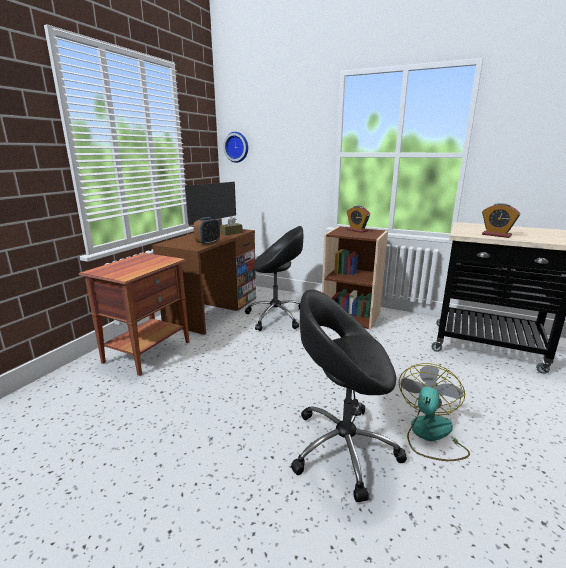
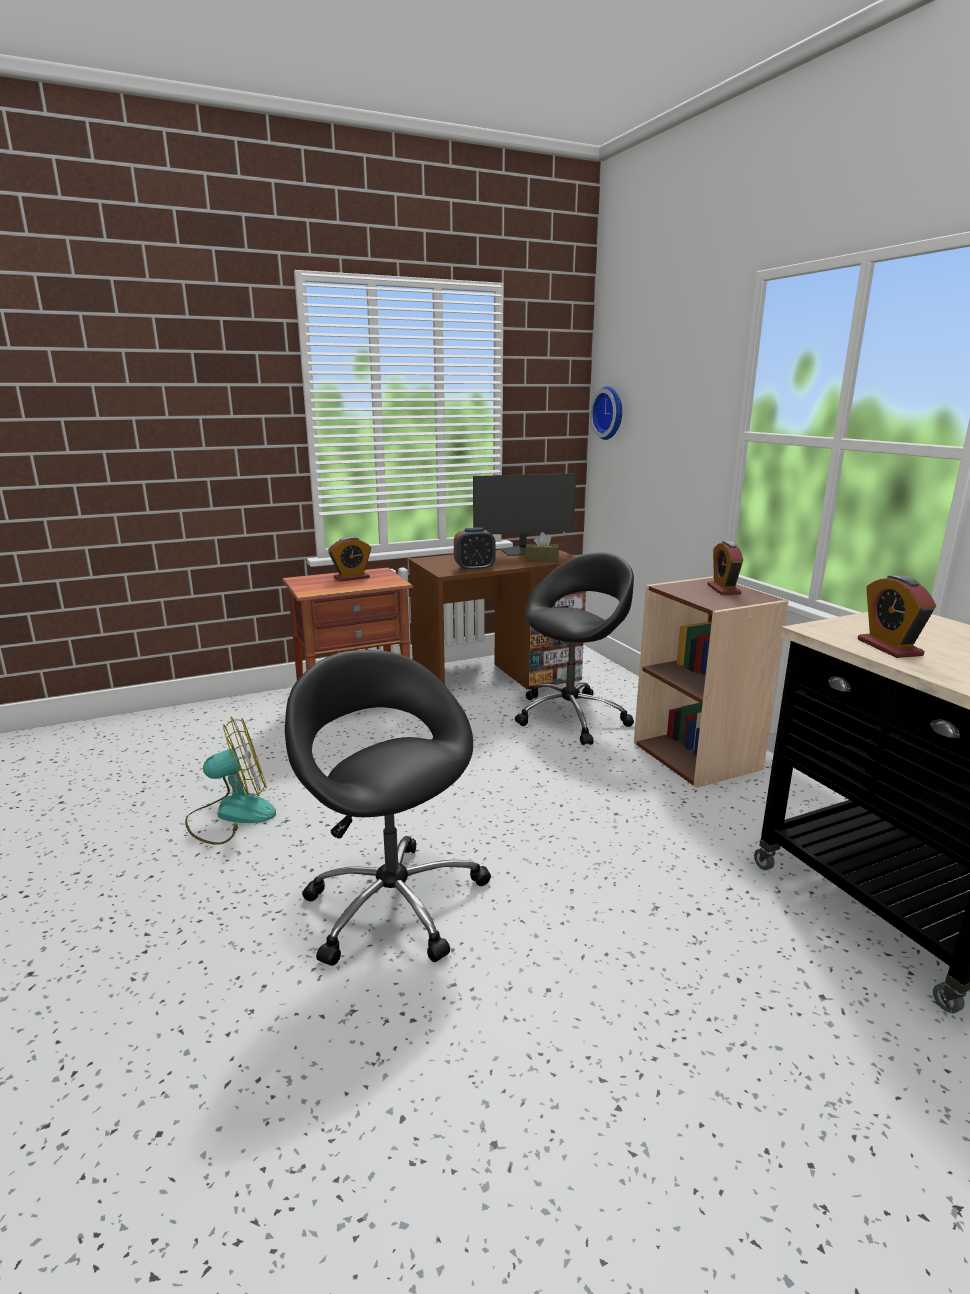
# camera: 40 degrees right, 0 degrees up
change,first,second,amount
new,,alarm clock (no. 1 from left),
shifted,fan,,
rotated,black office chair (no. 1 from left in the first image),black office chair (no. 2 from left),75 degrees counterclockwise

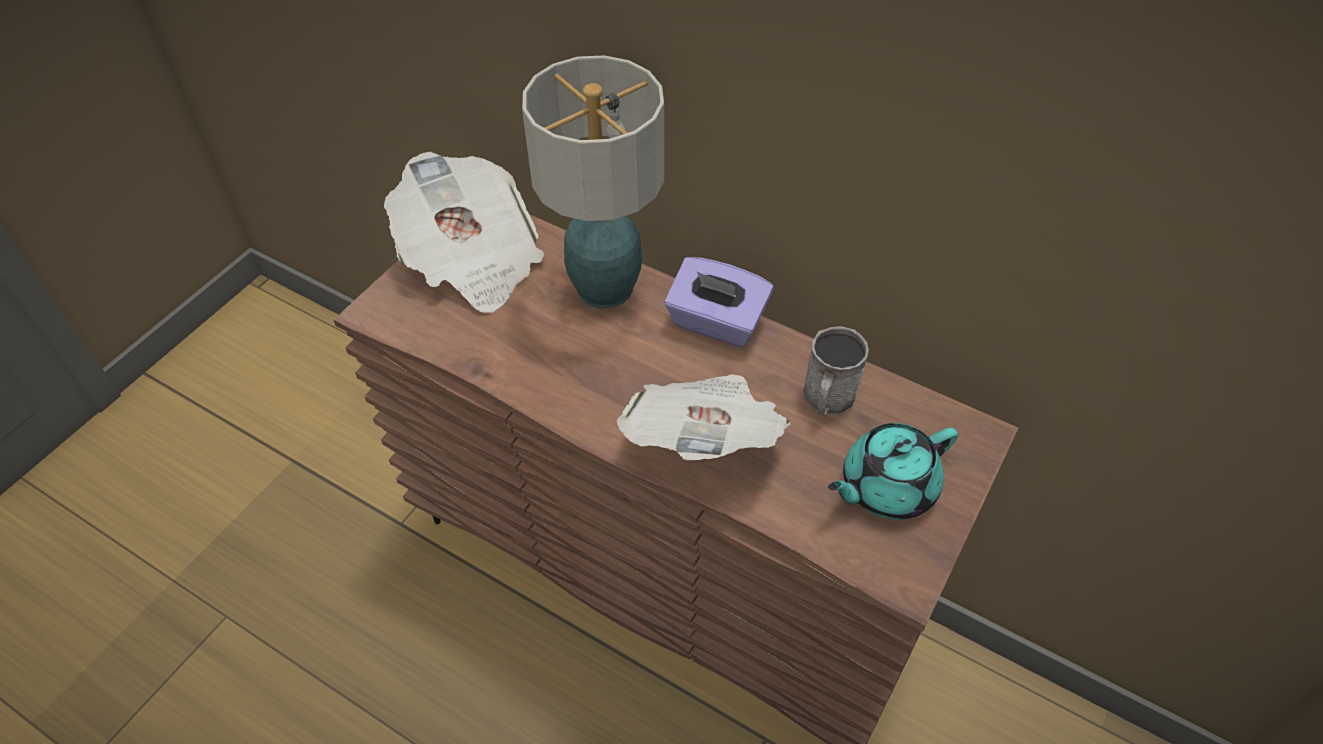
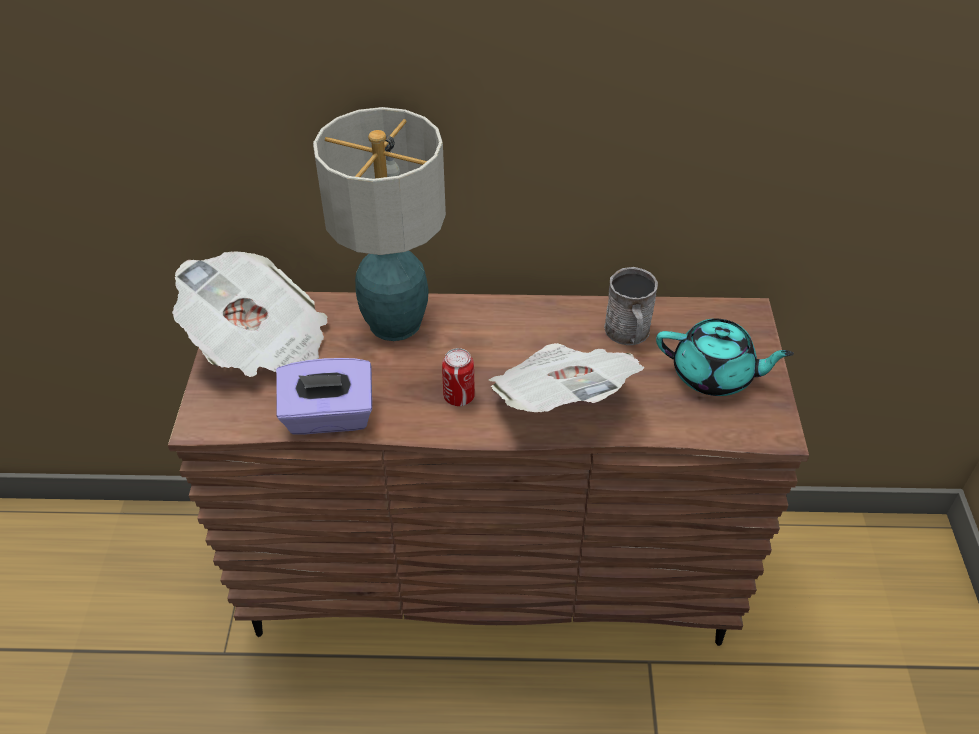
# camera: 30 degrees left, 5 degrees down
change,first,second,amount
new,,can,
shifted,purple tissue box,,
rotated,turquoise teapot,,105 degrees counterclockwise

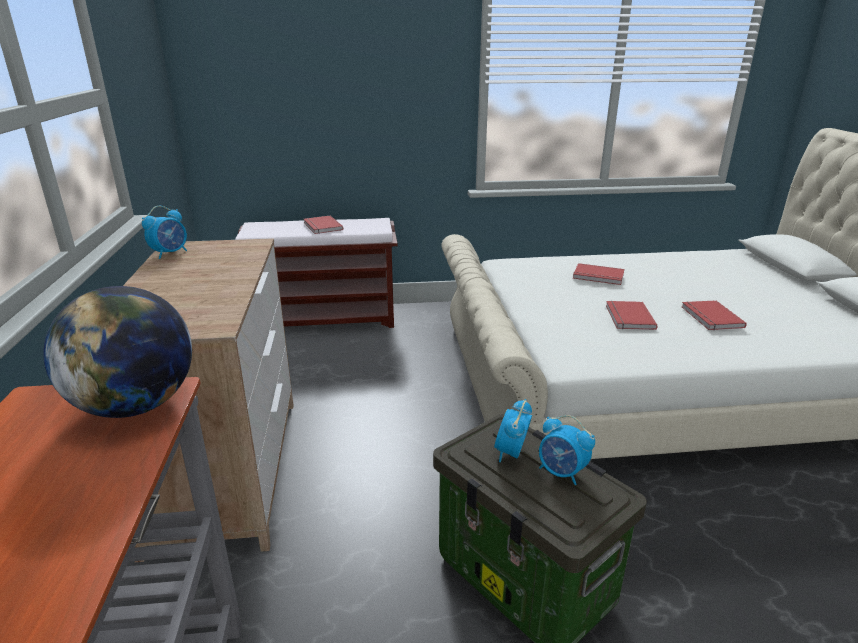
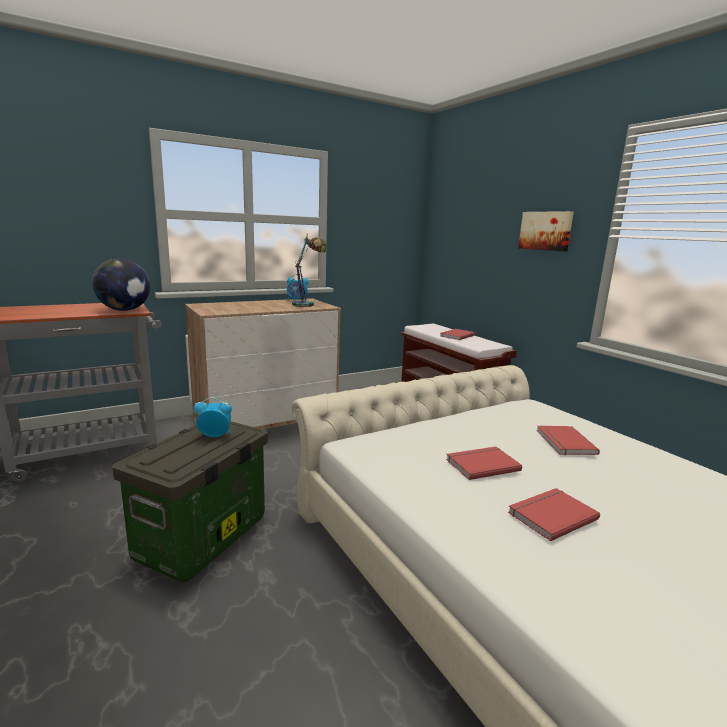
# camera: 65 degrees right, 10 degrees down
change,first,second,amount
gone,alarm clock (no. 3 from left),,
new,,table lamp,
new,,picture,

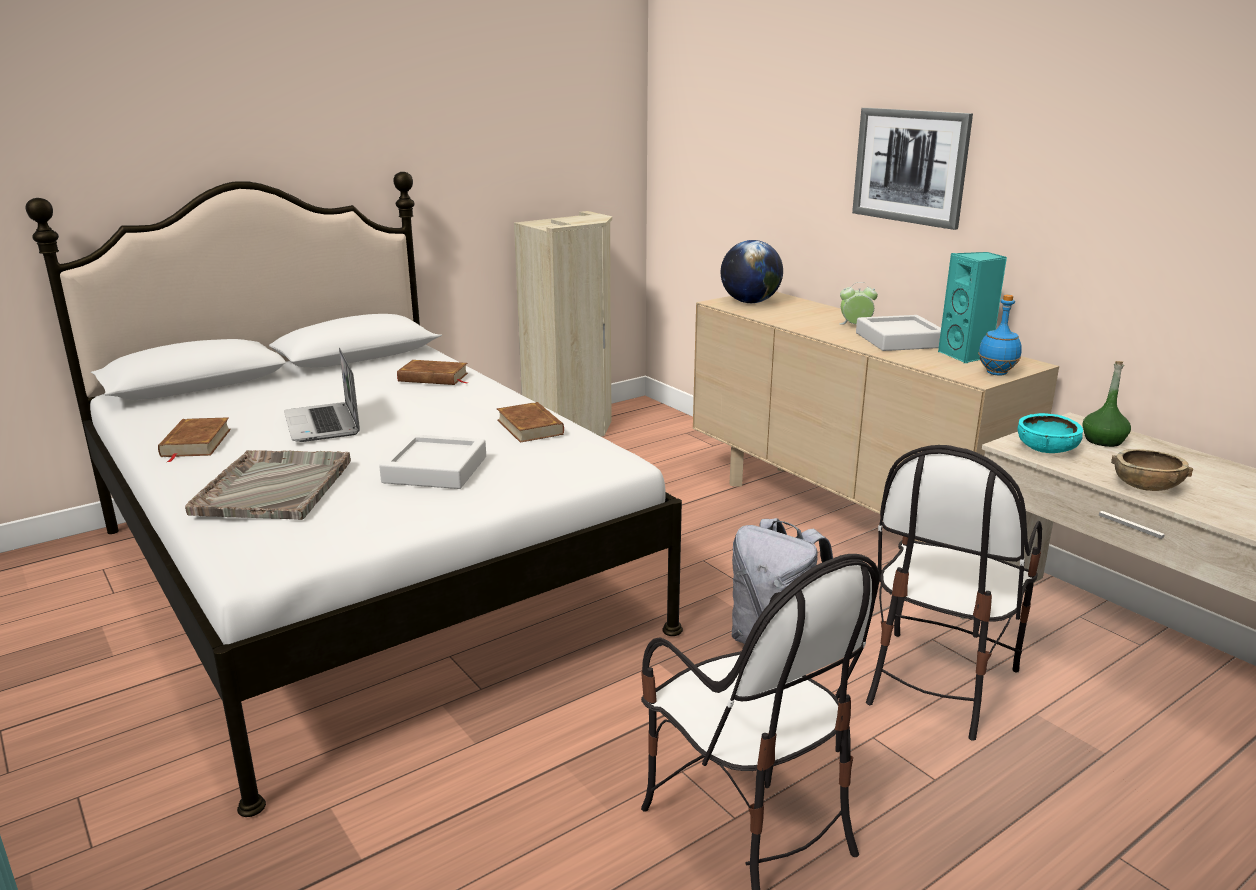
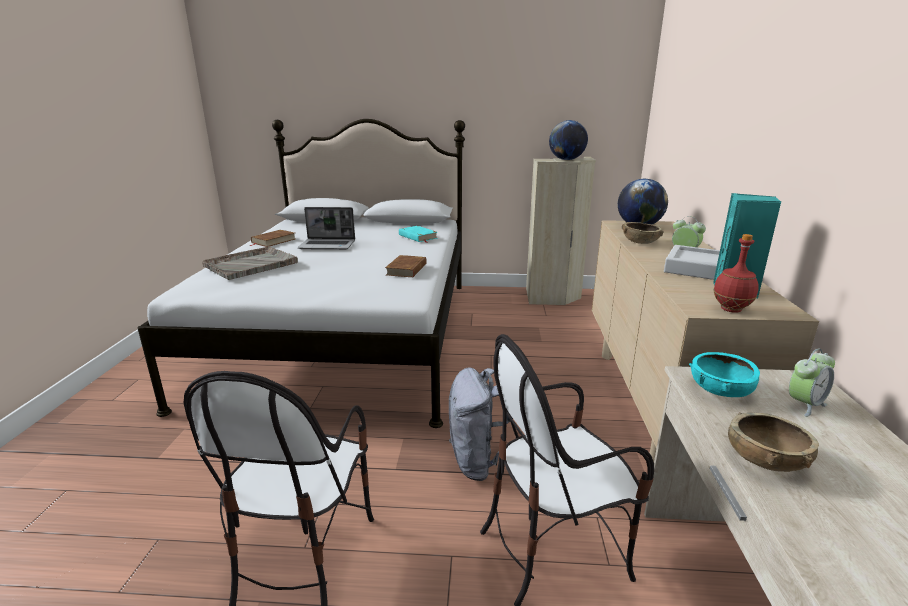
# camera: 40 degrees right, 0 degrees up
change,first,second,amount
gone,grey tray (no. 2 from left),,
gone,picture,,
new,,globe (no. 1 from left),
new,,brown bowl (no. 1 from left),
swapped,green bottle,alarm clock (no. 2 from left),
repainted,brown book (no. 2 from left),turquoise book,
repainted,blue bottle,red bottle,
rotated,laptop,,105 degrees counterclockwise

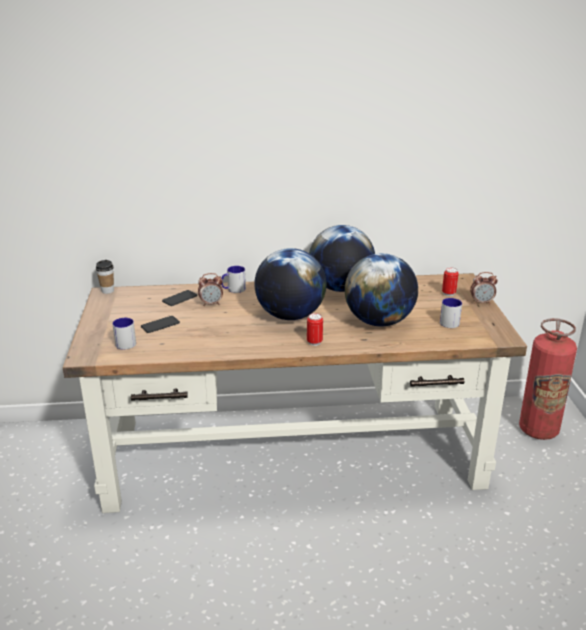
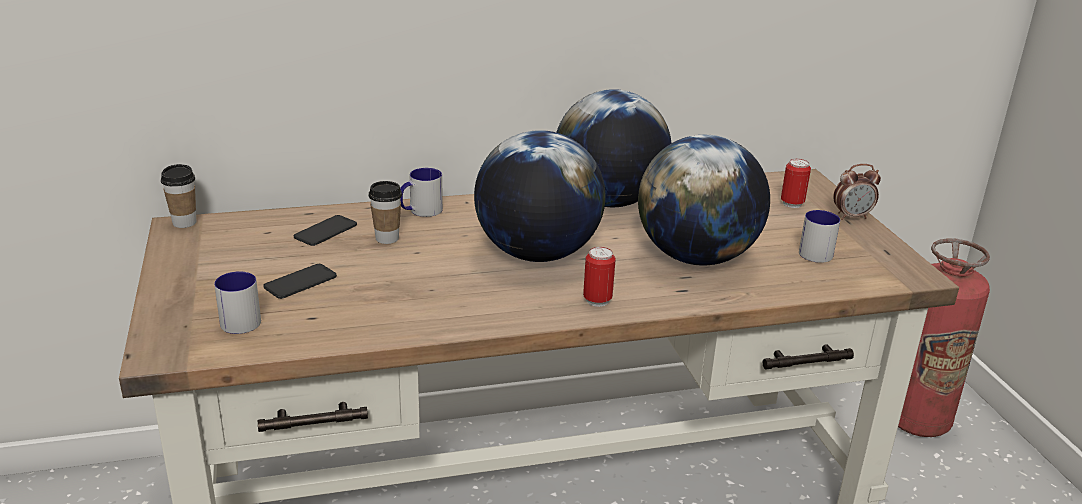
# camera: 10 degrees left, 0 degrees up
change,first,second,amount
swapped,alarm clock (no. 1 from left),cup (no. 2 from left),

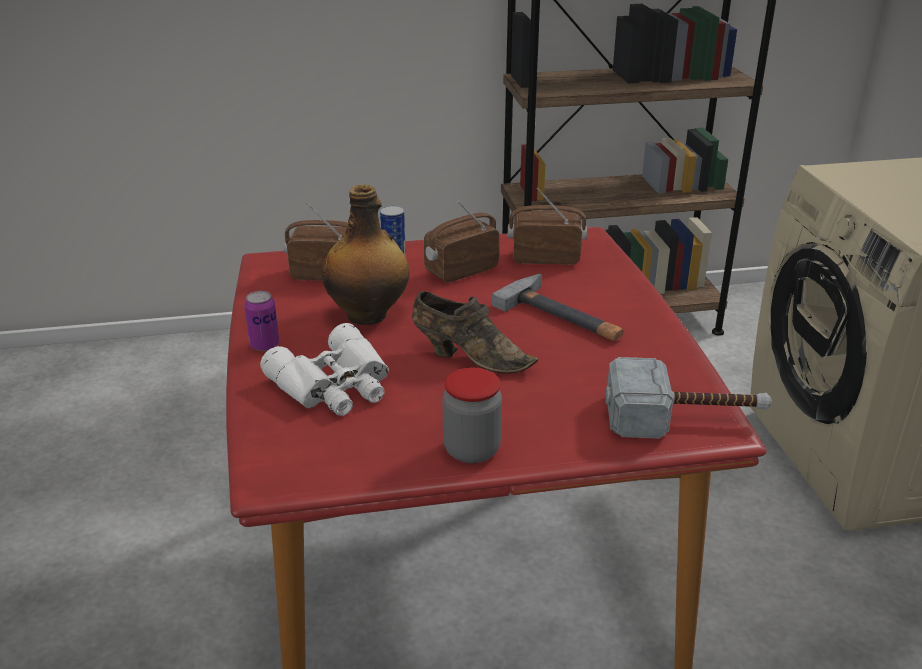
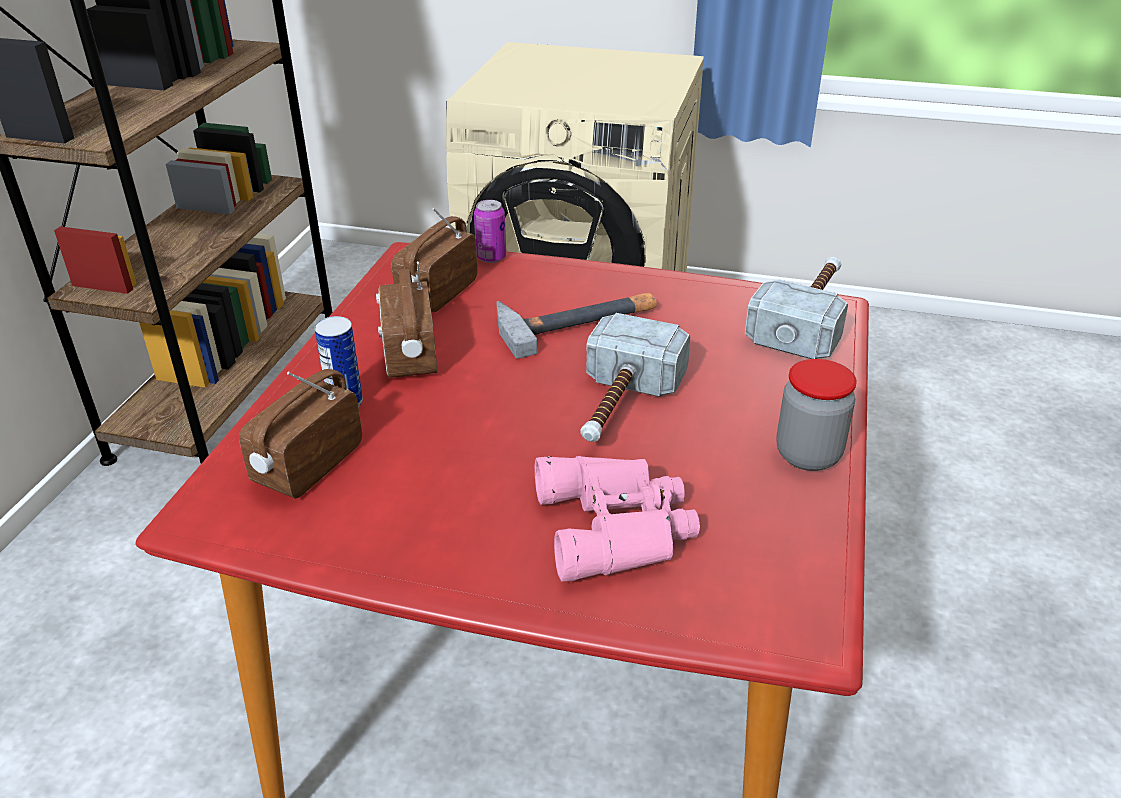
# camera: 65 degrees left, 5 degrees up
change,first,second,amount
gone,bottle,,
shifted,can (no. 1 from left in the first image),can (no. 2 from left),
swapped,brown shoe,hammer (no. 2 from left),
repainted,white binoculars,pink binoculars,

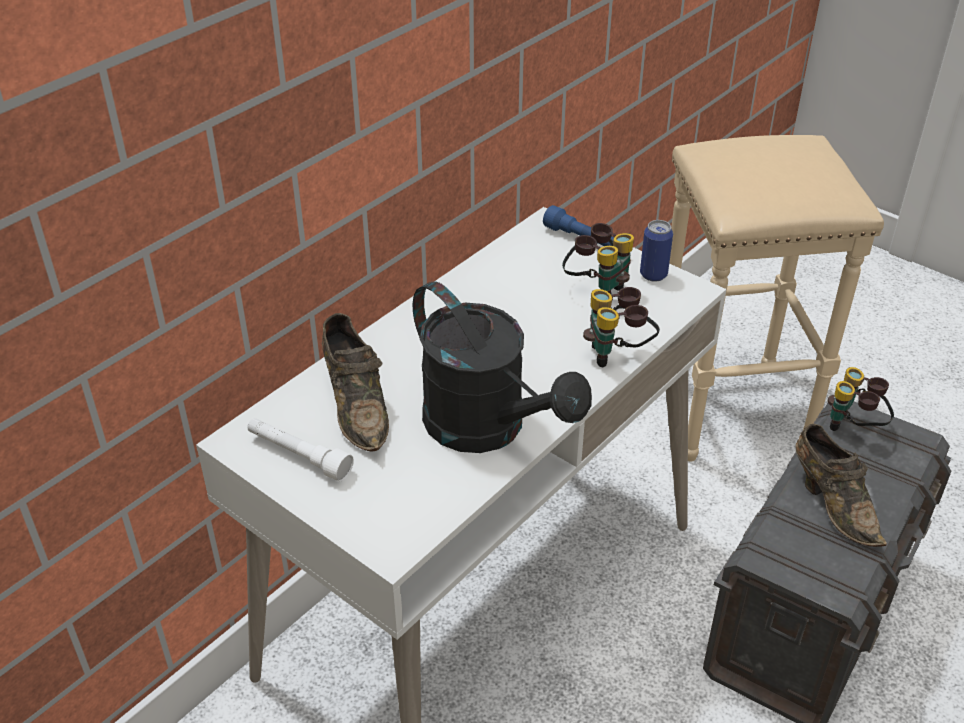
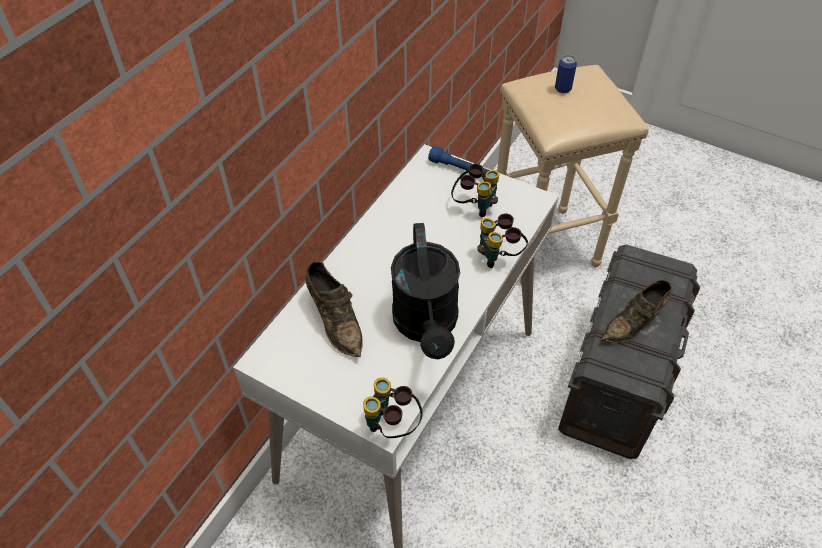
# camera: 10 degrees left, 10 degrees up
change,first,second,amount
gone,white flashlight,,
shifted,can,,
shifted,binoculars (no. 3 from left in the first image),binoculars (no. 1 from left),
rotated,black watering can,,45 degrees clockwise
rotated,brown shoe (no. 2 from left),,90 degrees clockwise

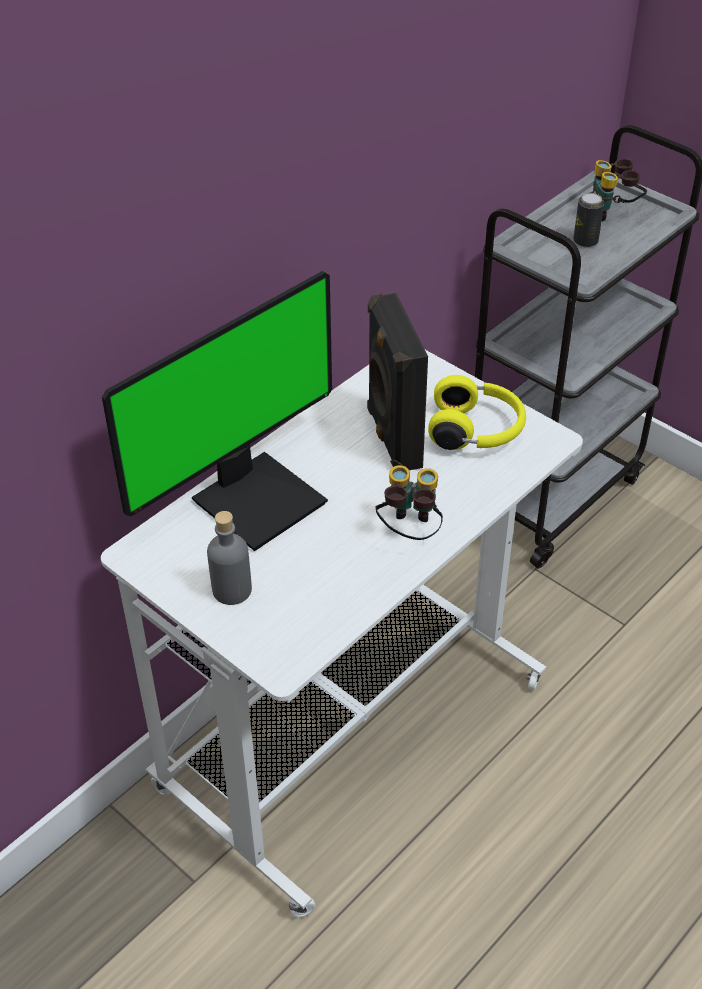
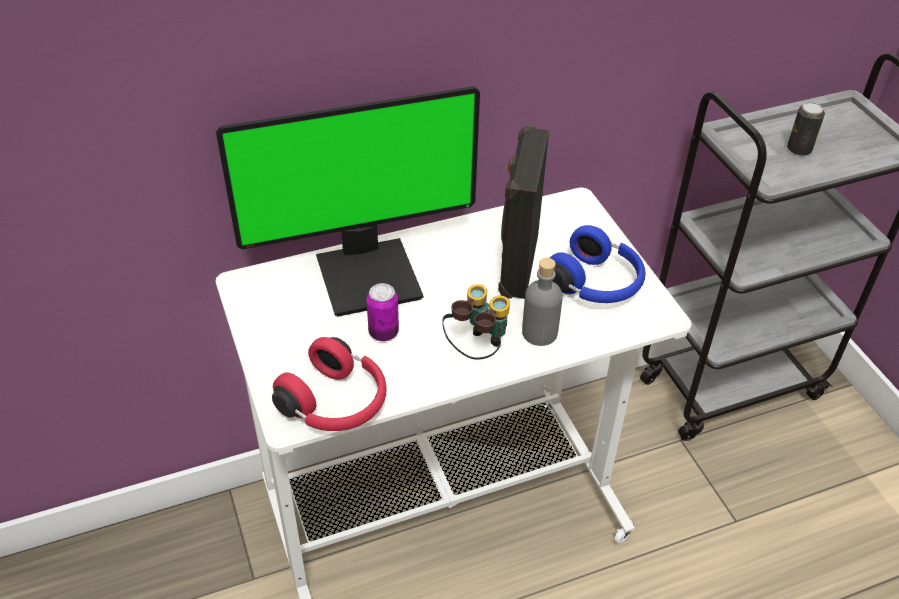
# camera: 25 degrees right, 0 degrees up
change,first,second,amount
gone,binoculars (no. 2 from left),,
new,,red headphones,
new,,can (no. 1 from left),
shifted,grey bottle,,
repainted,yellow headphones,blue headphones,

